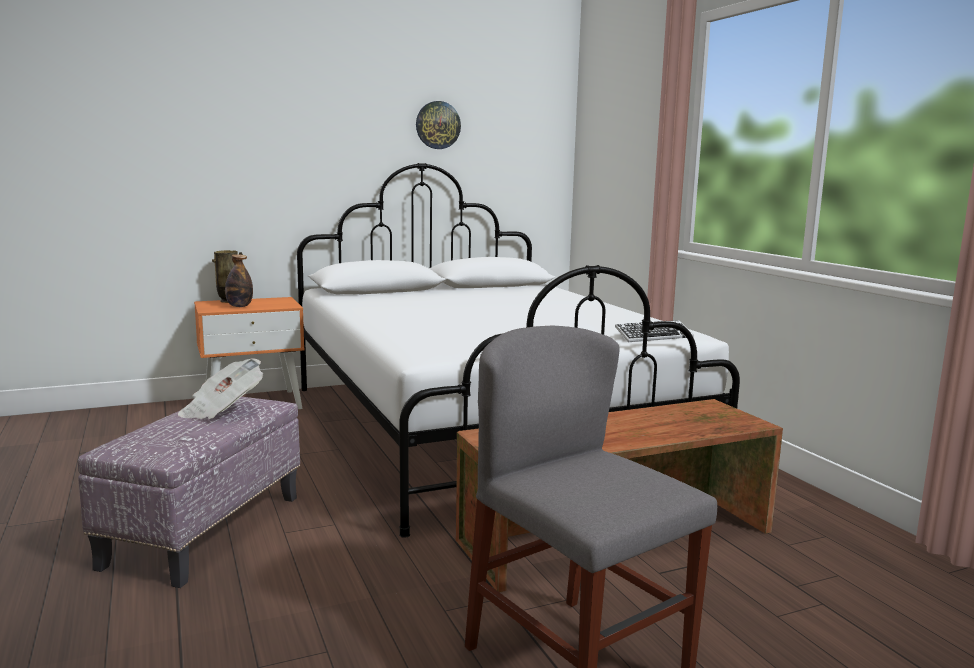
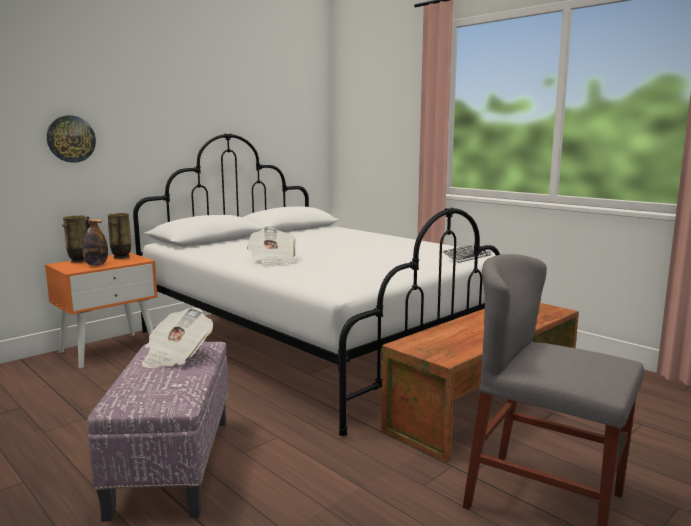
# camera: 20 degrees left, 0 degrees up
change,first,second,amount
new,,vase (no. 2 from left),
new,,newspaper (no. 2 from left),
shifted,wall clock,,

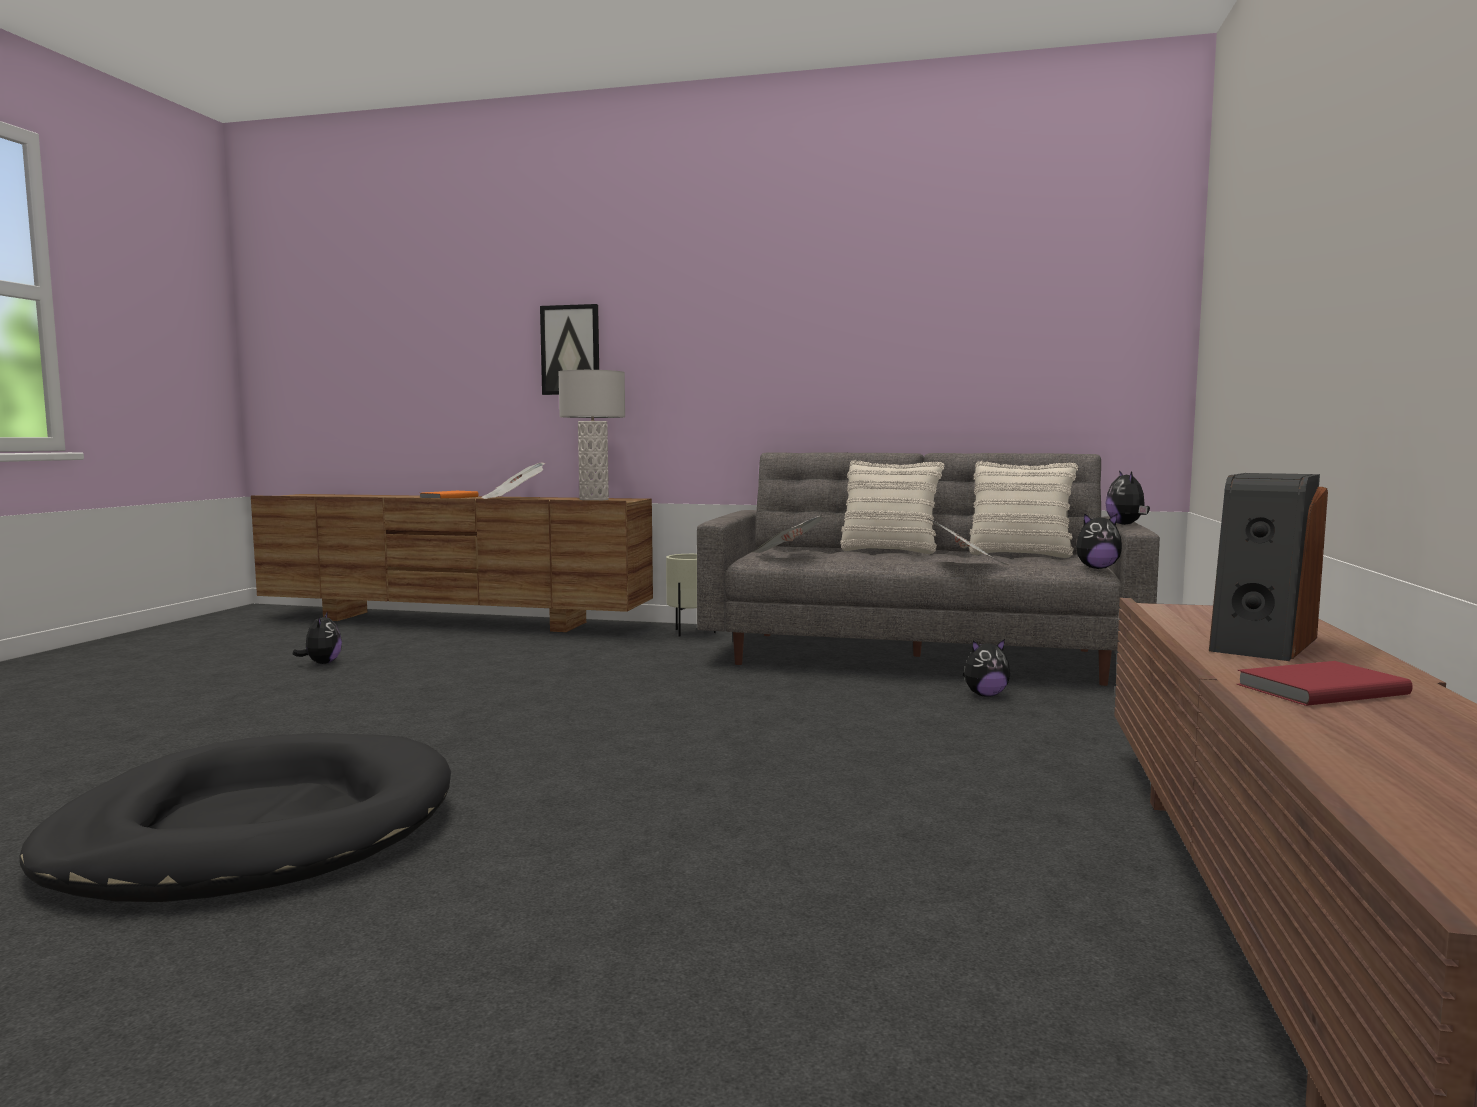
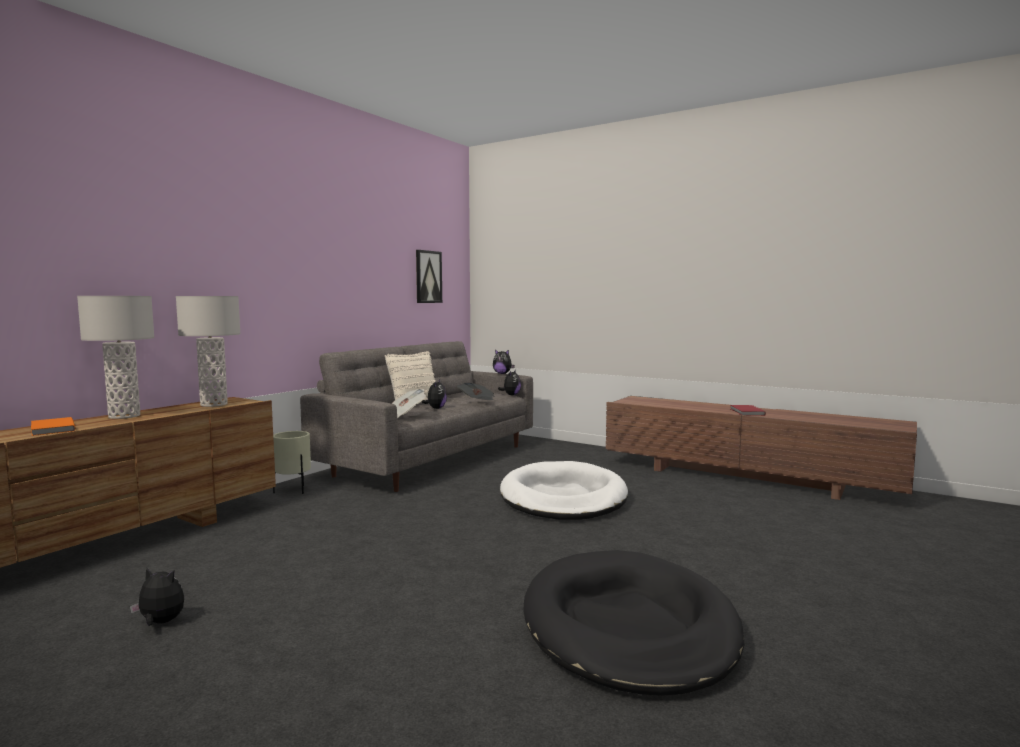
# camera: 70 degrees left, 0 degrees up
change,first,second,amount
gone,beige pillow (no. 2 from left),,
gone,speaker,,
new,,white dog bed,
shifted,picture,,
shifted,plush toy (no. 2 from left),,
swapped,newspaper (no. 1 from left),white table lamp (no. 1 from left),

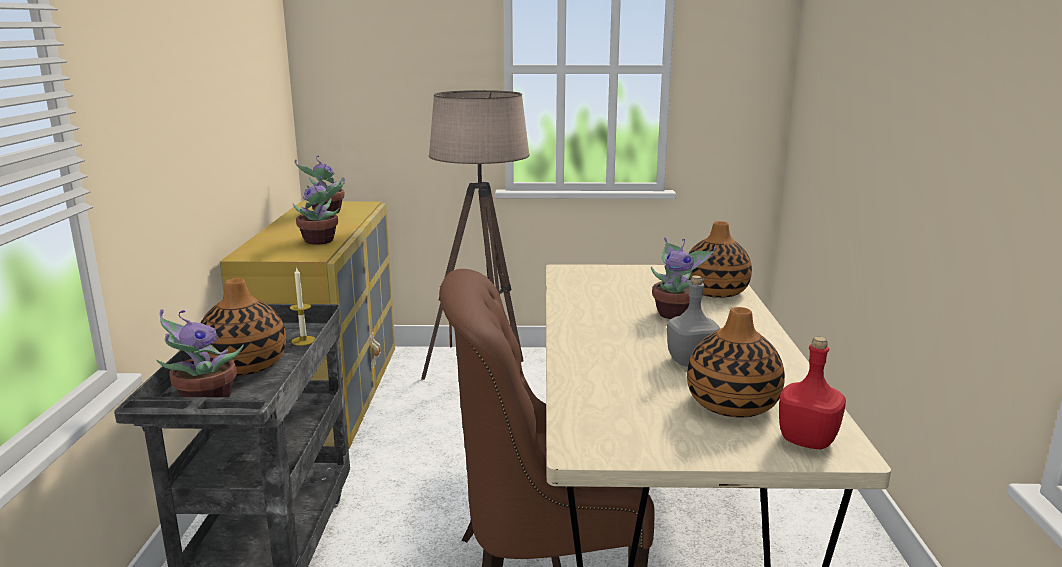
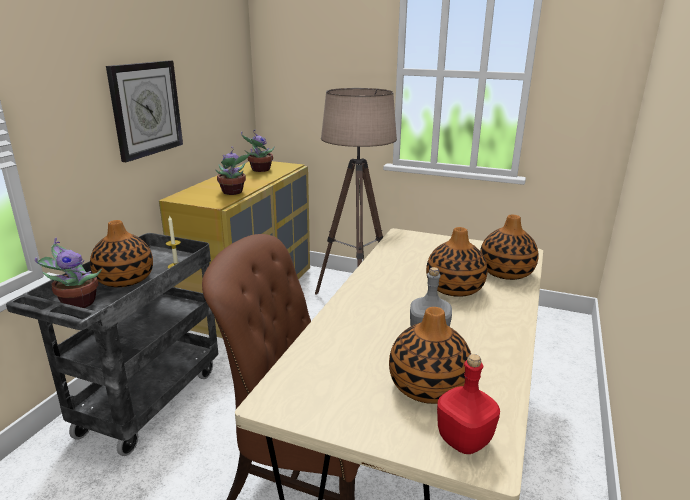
# camera: 20 degrees right, 5 degrees up
change,first,second,amount
new,,wall clock,
swapped,potted plant (no. 4 from left),vase (no. 3 from left),

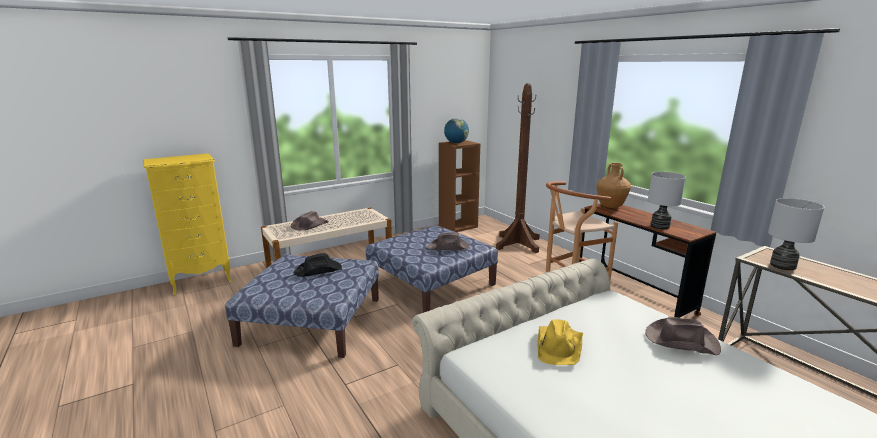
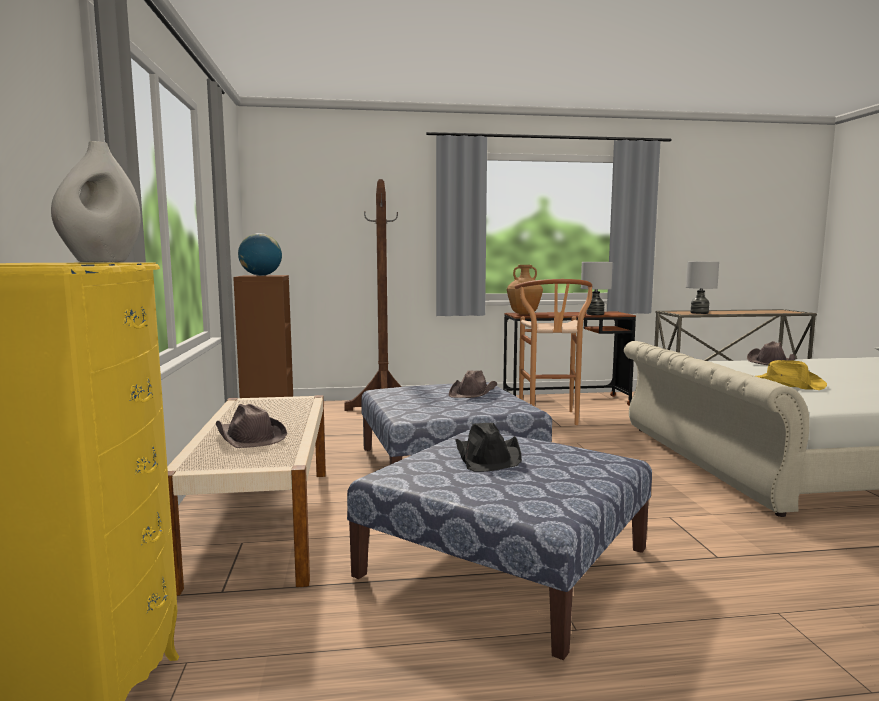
# camera: 65 degrees left, 10 degrees down
change,first,second,amount
new,,white vase,

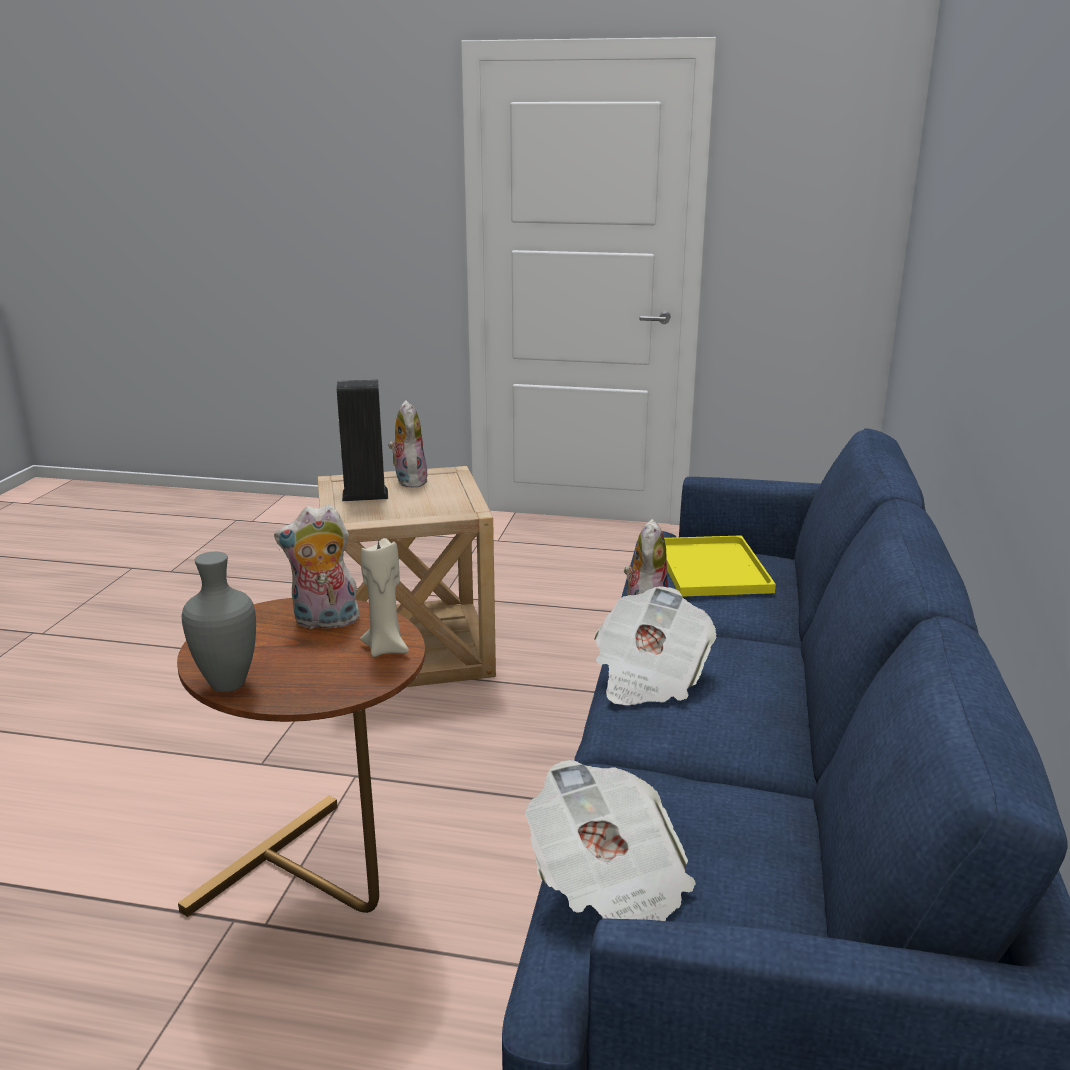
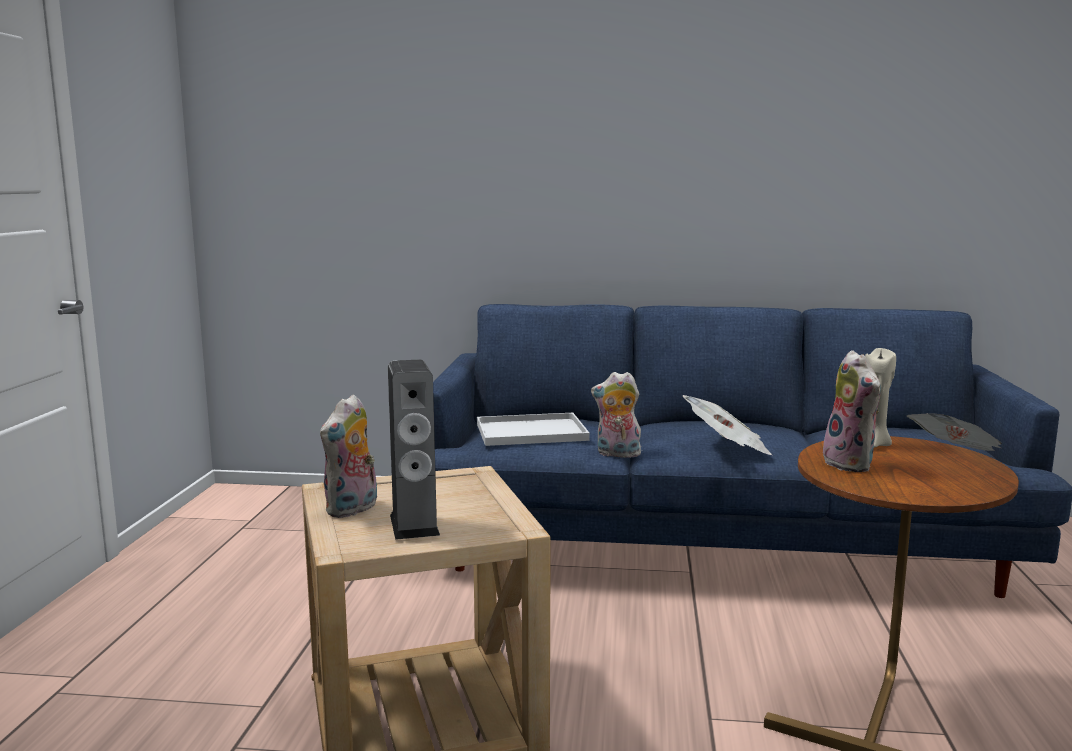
# camera: 95 degrees left, 10 degrees down
change,first,second,amount
gone,grey vase,,
repainted,yellow tray,white tray,
rotated,plush toy (no. 2 from left in the first image),plush toy (no. 1 from left),45 degrees counterclockwise

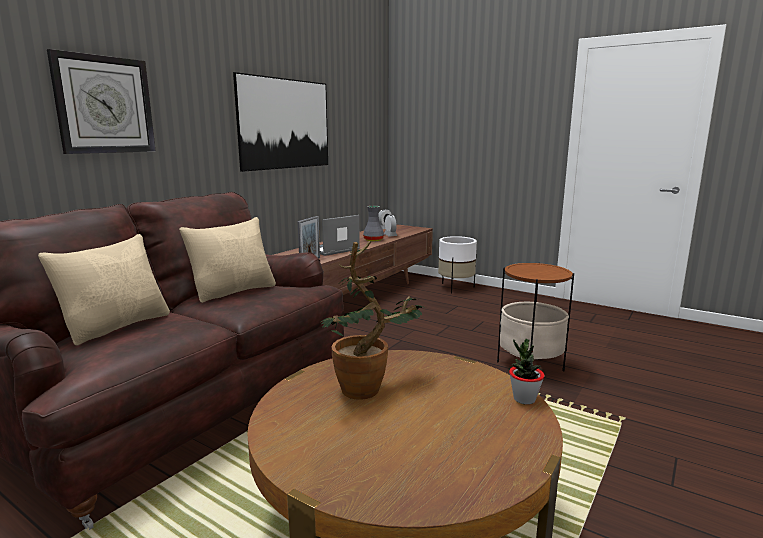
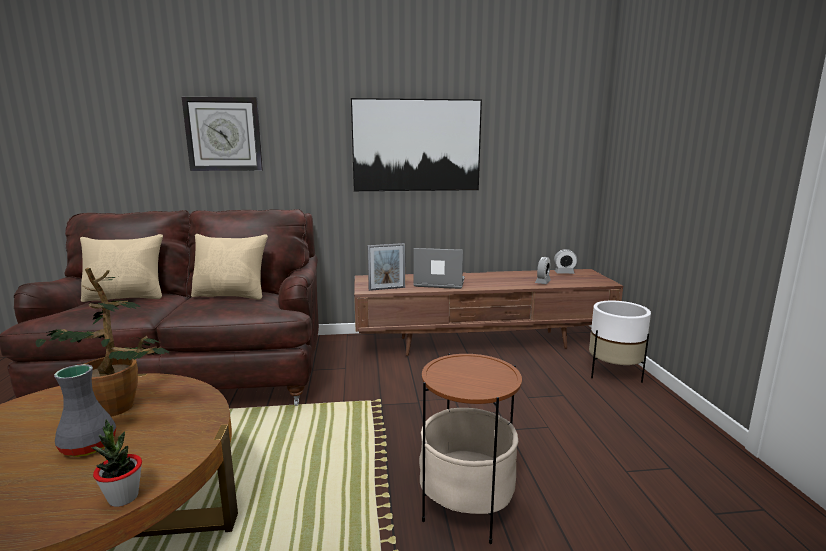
# camera: 50 degrees right, 0 degrees up
change,first,second,amount
shifted,grey vase,,

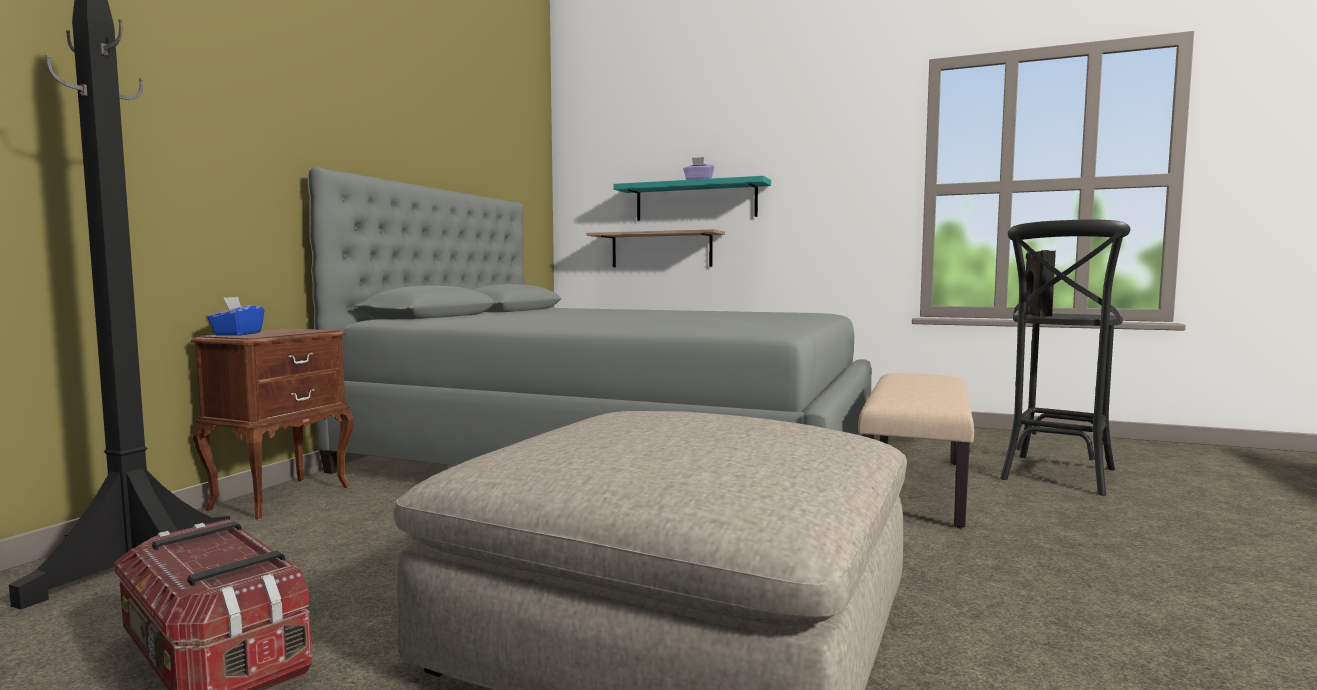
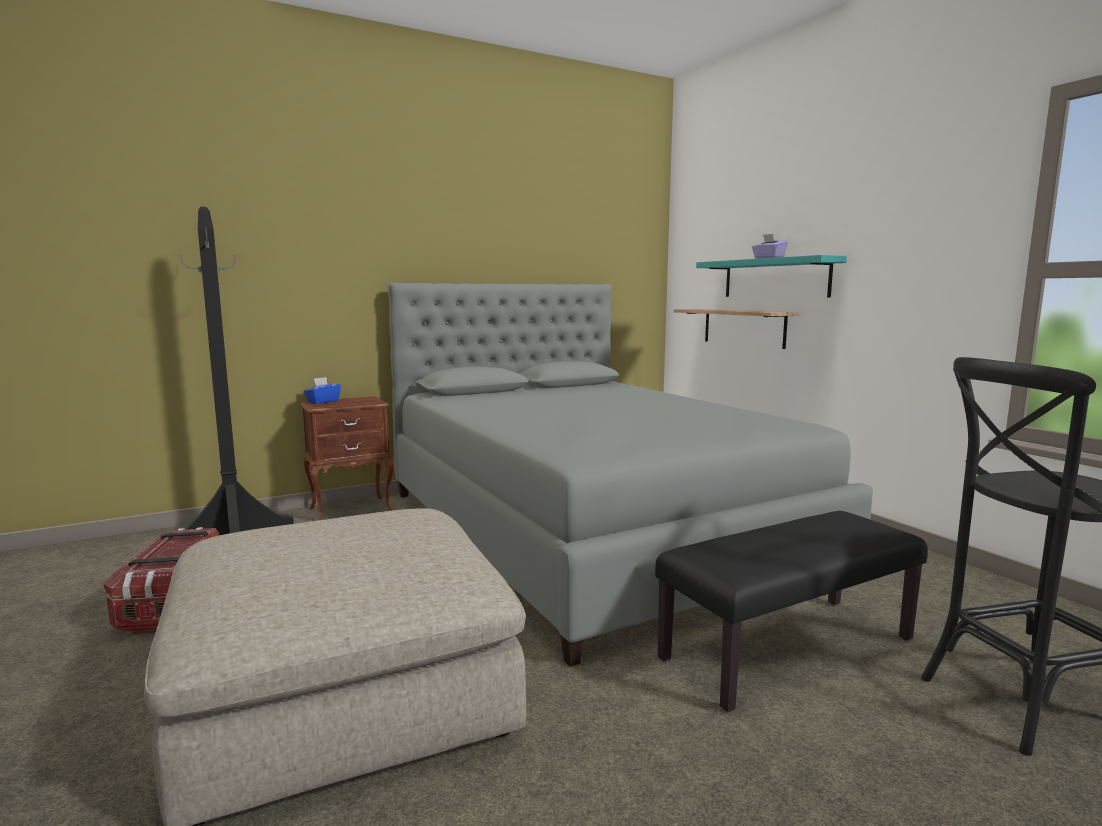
# camera: 40 degrees right, 5 degrees up
change,first,second,amount
gone,black speaker,,
repainted,beige bench,black bench,

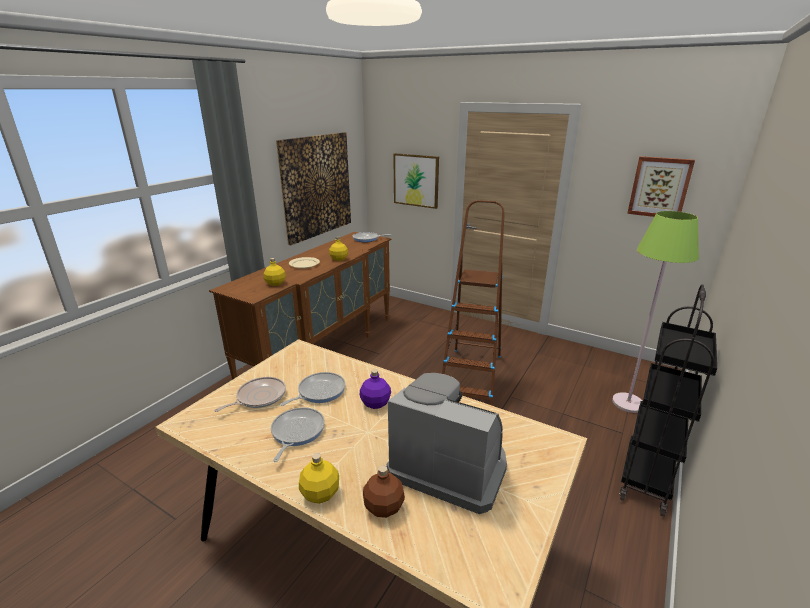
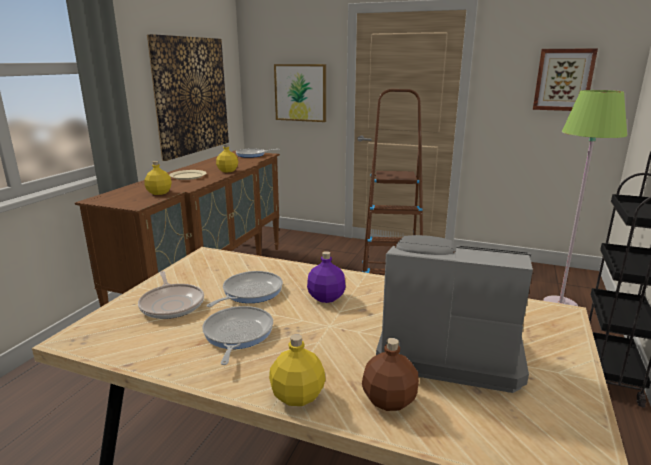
# camera: 10 degrees left, 5 degrees down
change,first,second,amount
rotated,frying pan (no. 1 from left),,120 degrees clockwise

